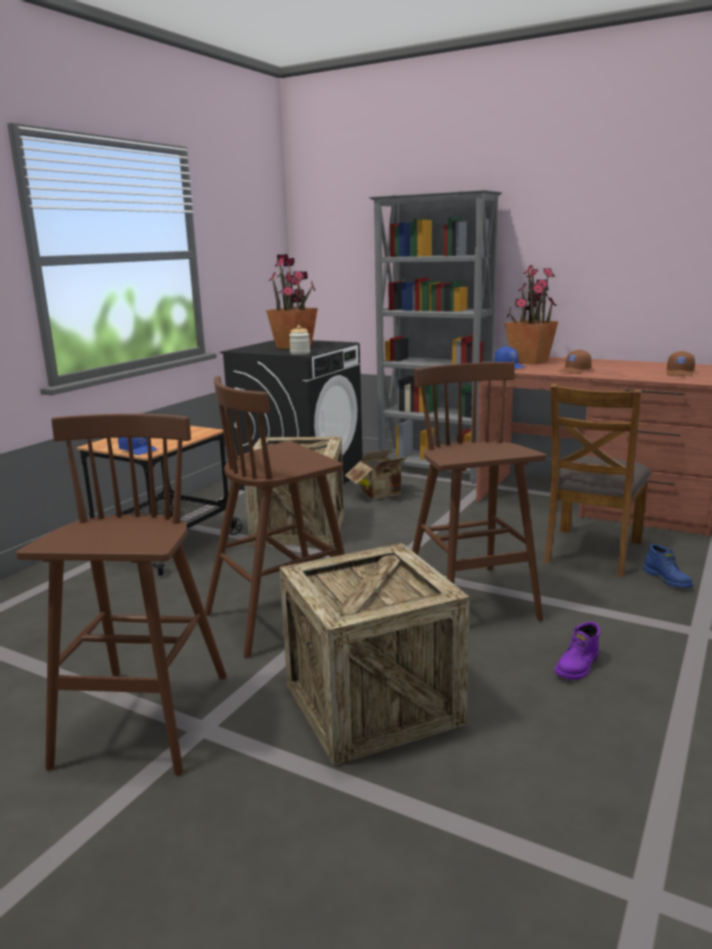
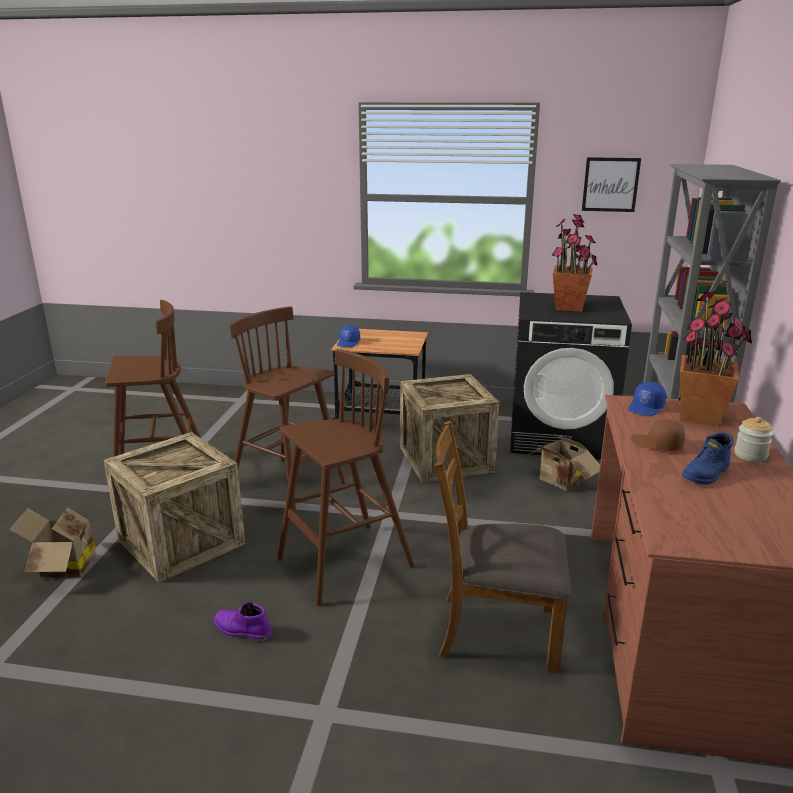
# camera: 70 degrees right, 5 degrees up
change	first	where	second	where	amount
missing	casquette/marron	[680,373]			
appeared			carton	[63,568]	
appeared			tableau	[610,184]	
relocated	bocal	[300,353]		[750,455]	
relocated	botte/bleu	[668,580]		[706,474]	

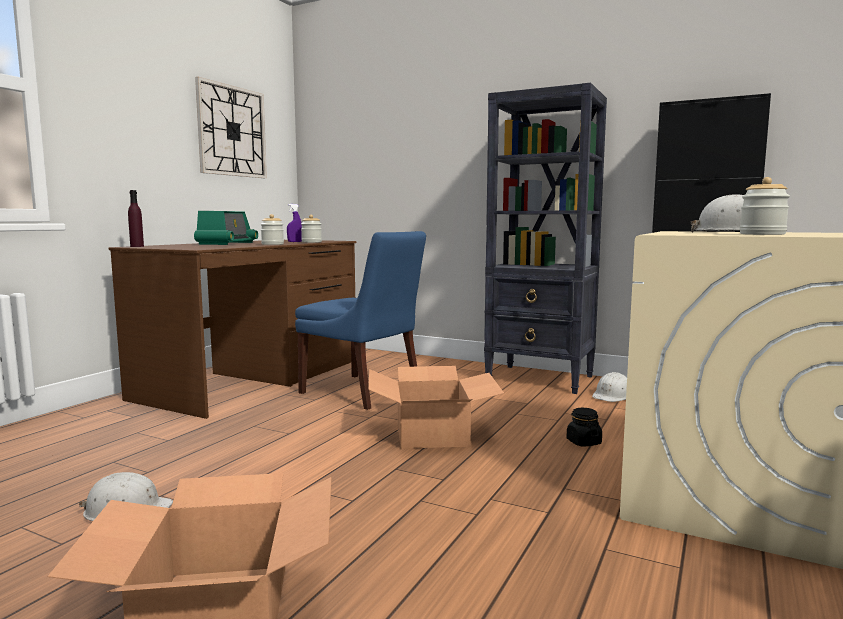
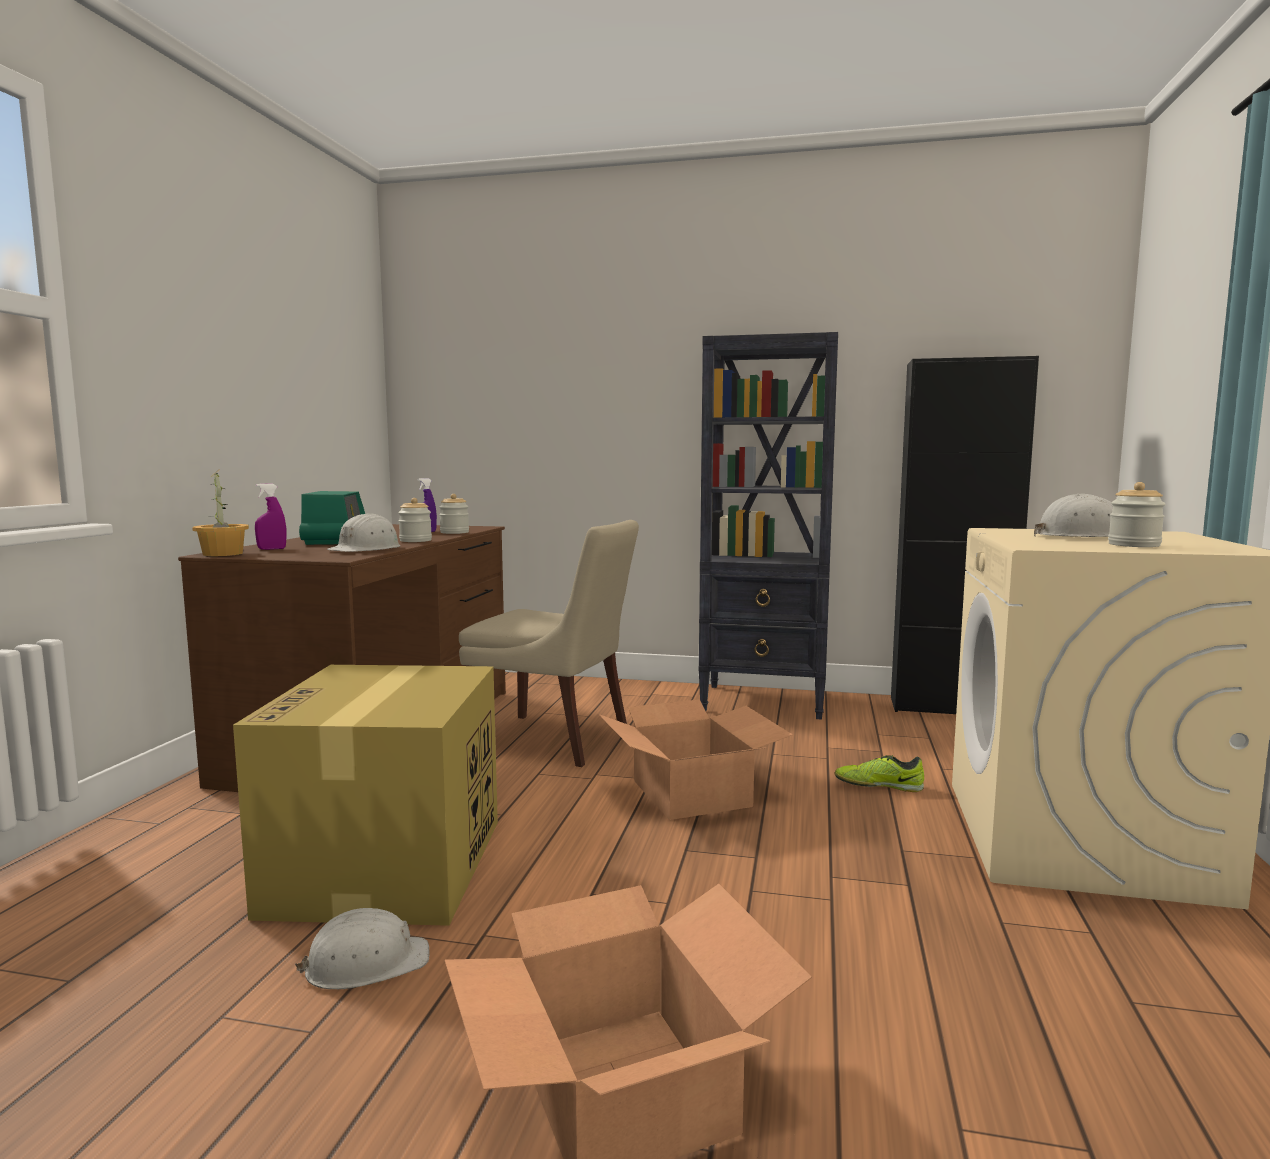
# camera: 15 degrees left, 0 degrees up
change	first	where	second	where	amount
missing	horloge murale	[232,131]			
appeared			carton	[387,867]	
appeared			vaporisateur/violet	[272,549]	
relocated	casque de chantier/blanc	[612,395]		[366,549]	
exchanged	bouteille/violet	[137,246]	plante en pot	[223,554]	
exchanged	bocal/noir	[583,442]	chaussure	[878,786]	
colour	chaise/bleu	[364,392]	chaise/beige	[554,741]	

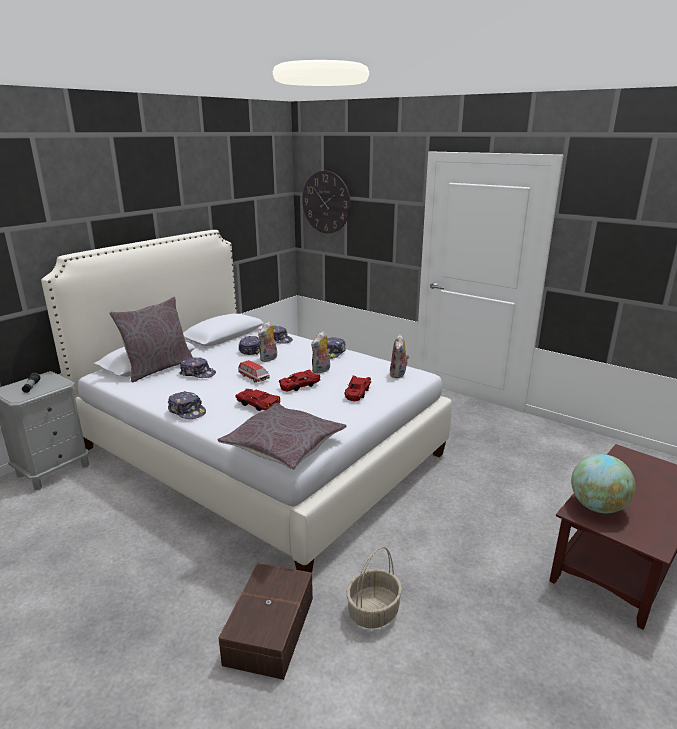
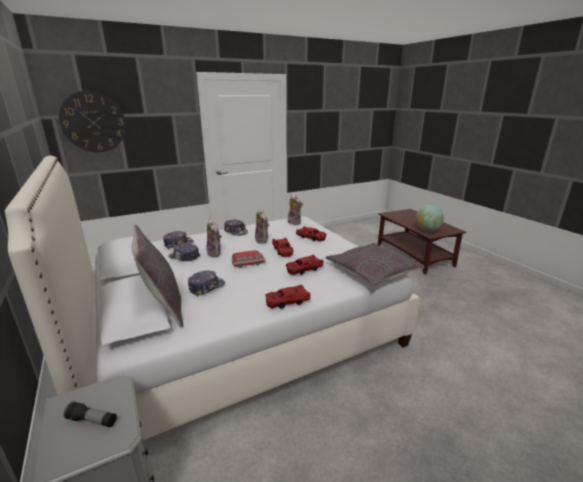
# camera: 65 degrees left, 0 degrees up
change	first	where	second	where	amount
missing	boîte de rangement/marron	[268,630]			
missing	panier	[373,612]			
exchanged	casquette	[187,411]	petite voiture/rouge	[287,301]	

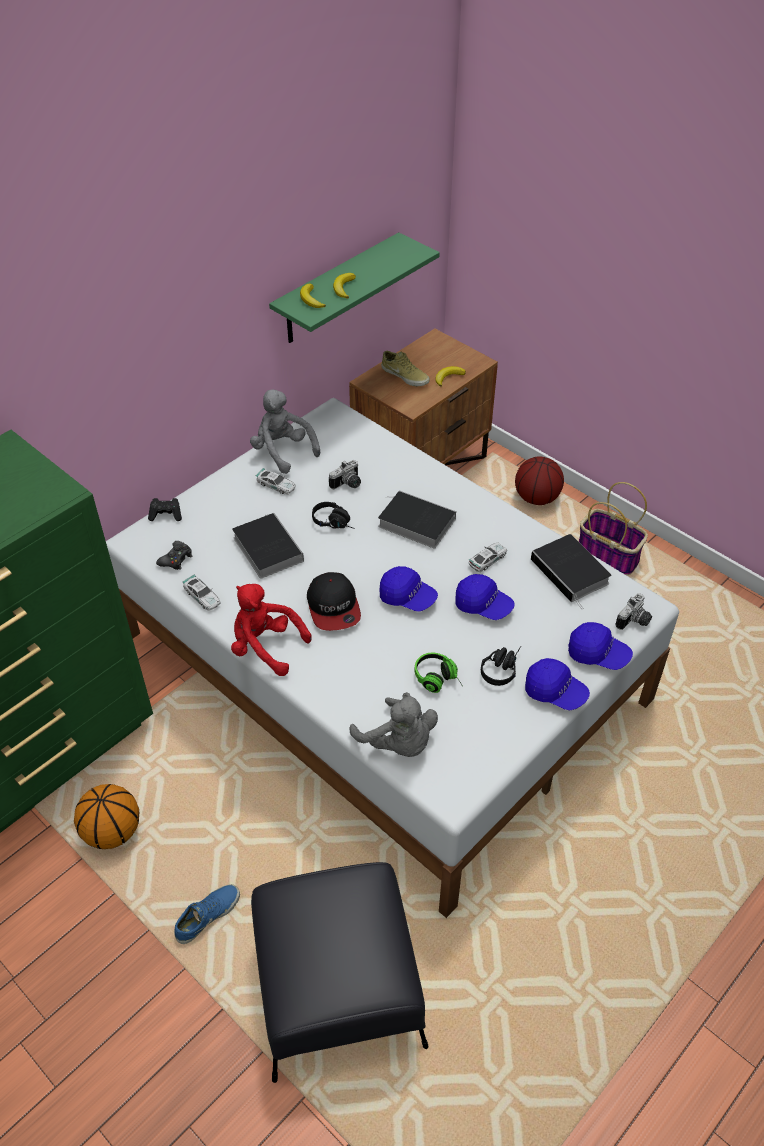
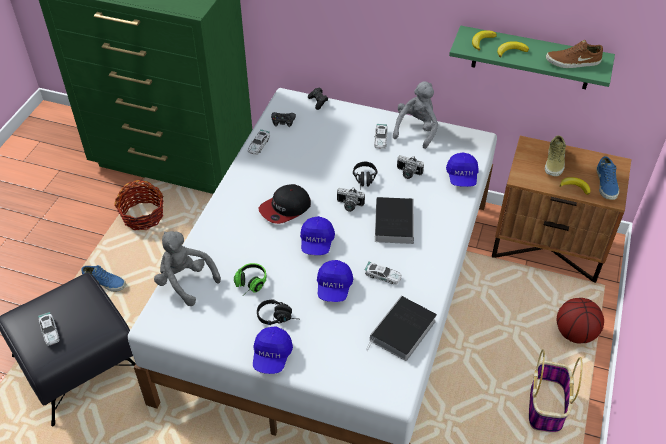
# camera: 65 degrees right, 0 degrees up
change	first	where	second	where	amount
missing	peluche/rouge	[265,647]			
missing	livre	[266,548]			
appeared			petite voiture	[50,331]	
appeared			chaussure/marron	[573,62]	
appeared			chaussure/bleu	[607,184]	
relocated	casquette/bleu	[598,654]		[462,177]	
relocated	appareil photo	[634,621]		[349,206]	
exchanged	ballon de basket	[112,831]	panier	[143,216]	
spun	peluche/gris	[398,743]		[185,281]	105 degrees clockwise

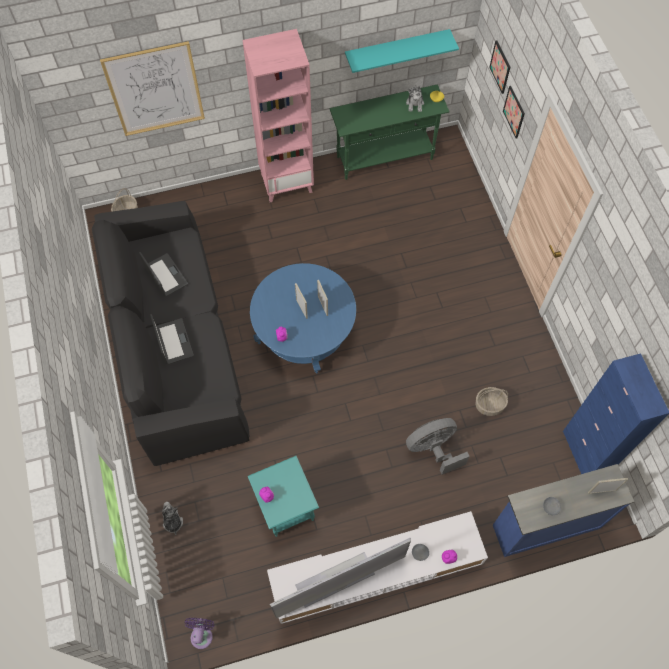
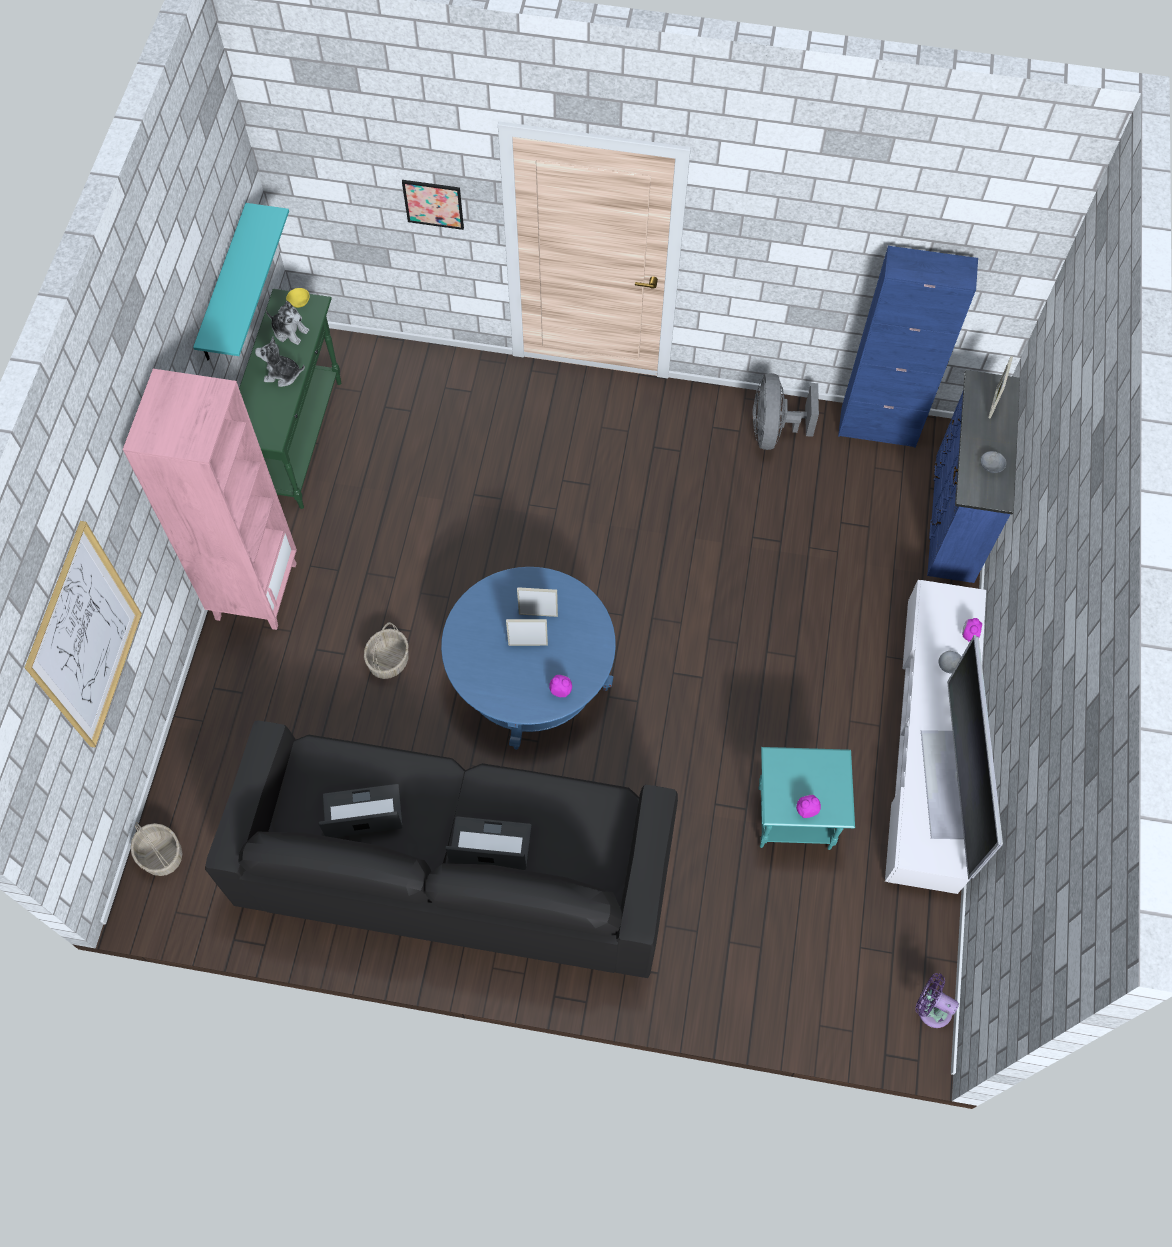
# camera: 65 degrees left, 0 degrees up
change	first	where	second	where	amount
missing	tableau	[500,67]			
relocated	peluche	[172,521]		[282,375]	
relocated	ventilateur/gris	[433,449]		[774,431]	
relocated	panier	[489,405]		[389,661]	

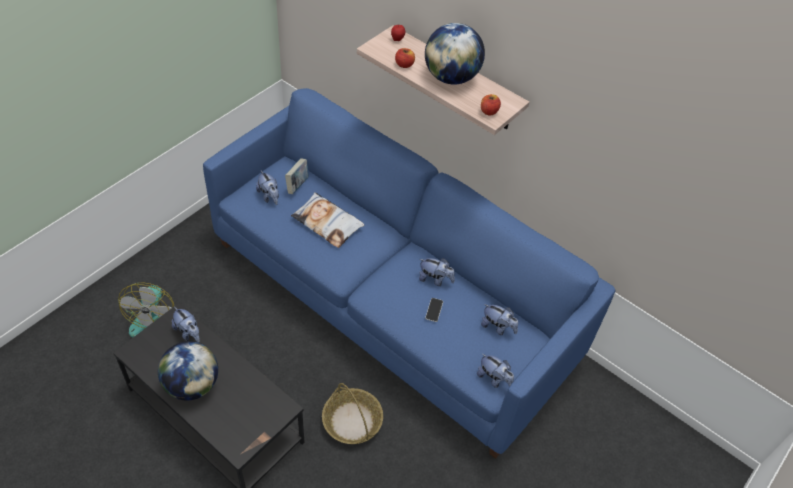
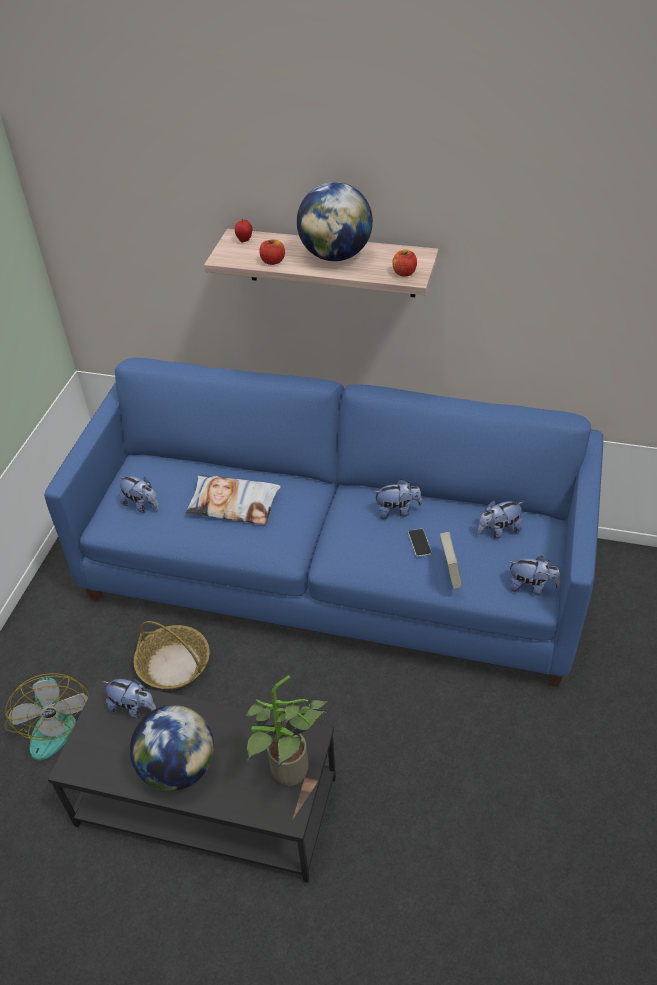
# camera: 20 degrees left, 5 degrees down
change	first	where	second	where	amount
appeared			plante en pot	[288,775]	
relocated	livre	[297,185]		[449,573]	
relocated	panier	[352,421]		[174,665]	
spun	peluche	[497,327]		[498,531]	150 degrees clockwise

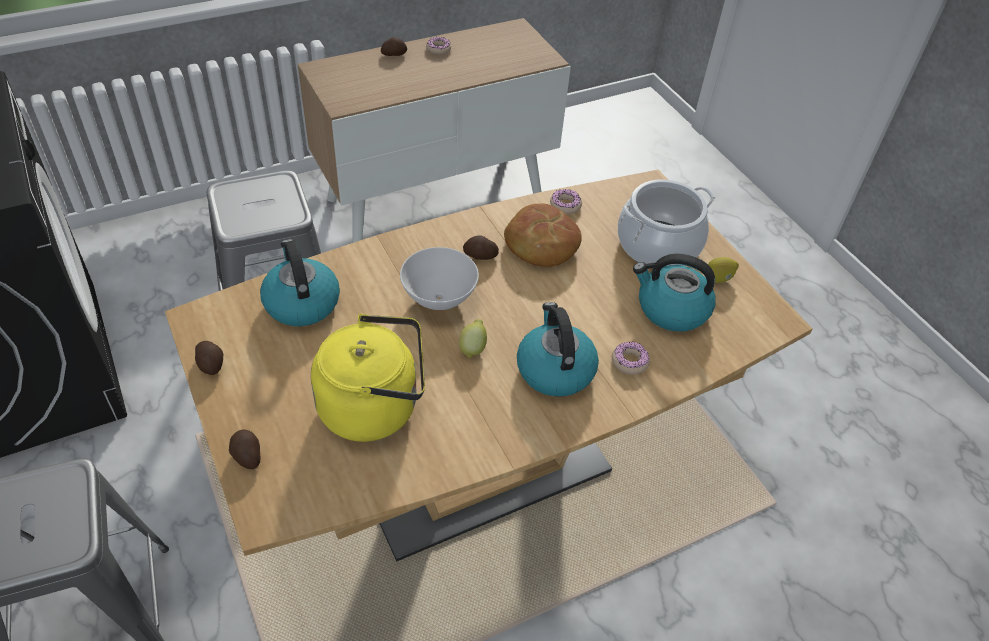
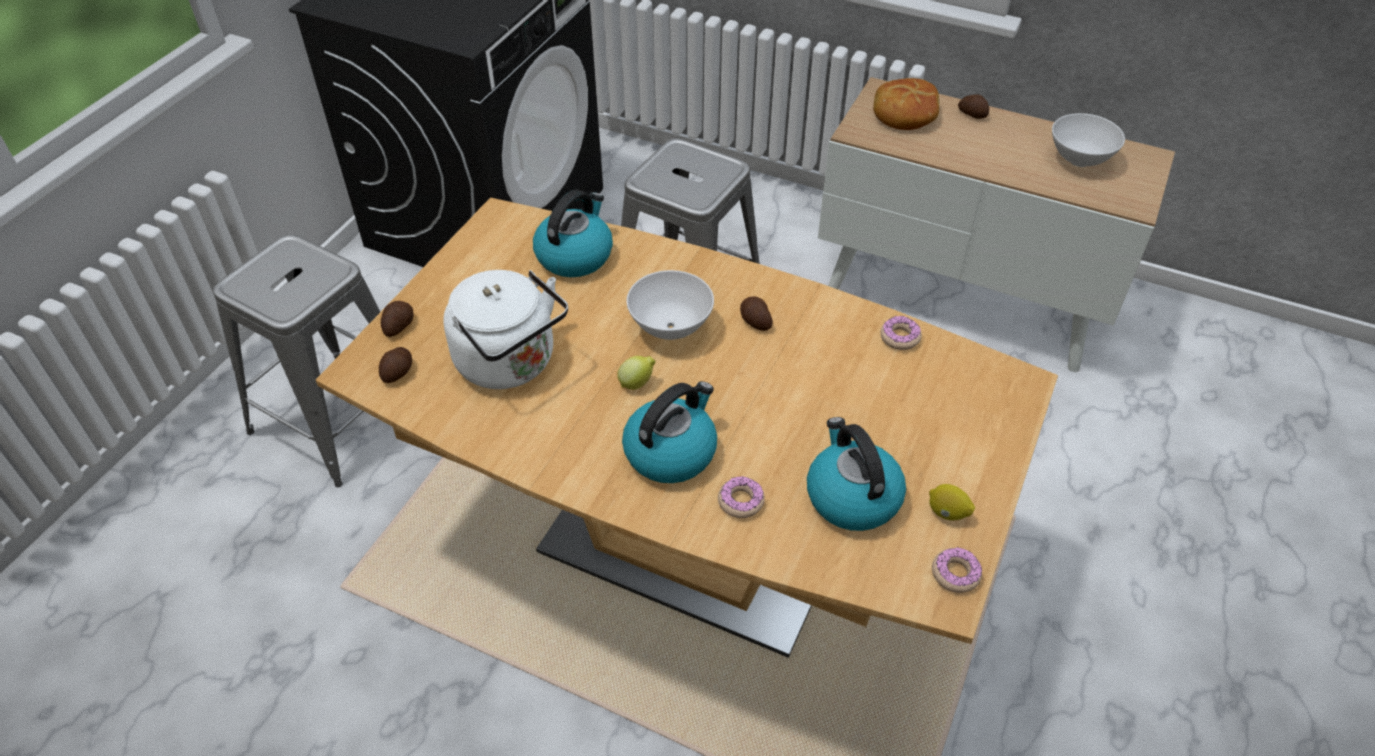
# camera: 55 degrees right, 0 degrees up
change	first	where	second	where	amount
missing	marmite	[658,246]			
appeared			bol/blanc	[1080,160]	
relocated	pomme de terre	[211,364]		[398,372]	
relocated	beignet	[438,49]		[955,574]	
relocated	pain	[540,245]		[904,114]	
colour	bouilloire/jaune	[375,407]	bouilloire/blanc	[511,363]	

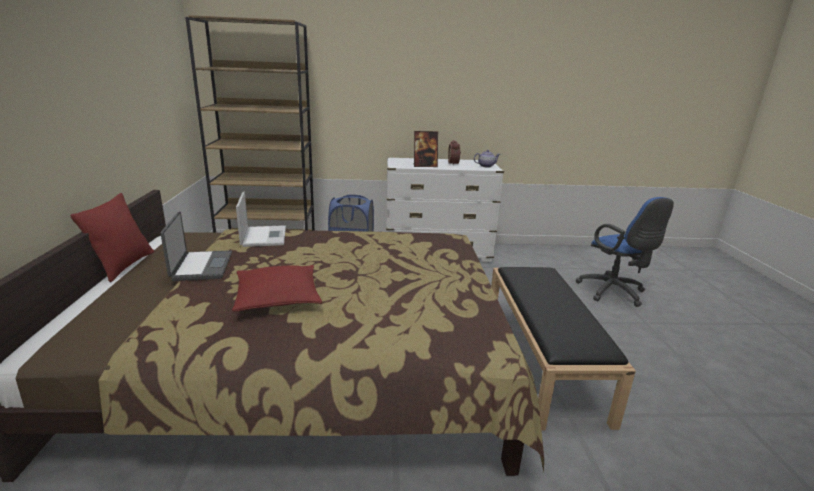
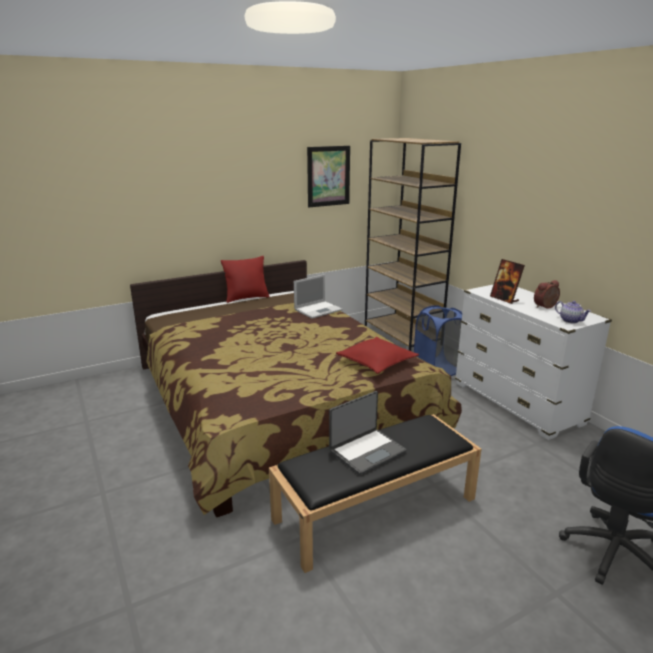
# camera: 65 degrees right, 0 degrees up
change	first	where	second	where	amount
appeared			tableau	[328,176]	
relocated	ordinateur portable	[201,266]		[366,451]	
relocated	coussin/rouge	[277,297]		[376,362]	

